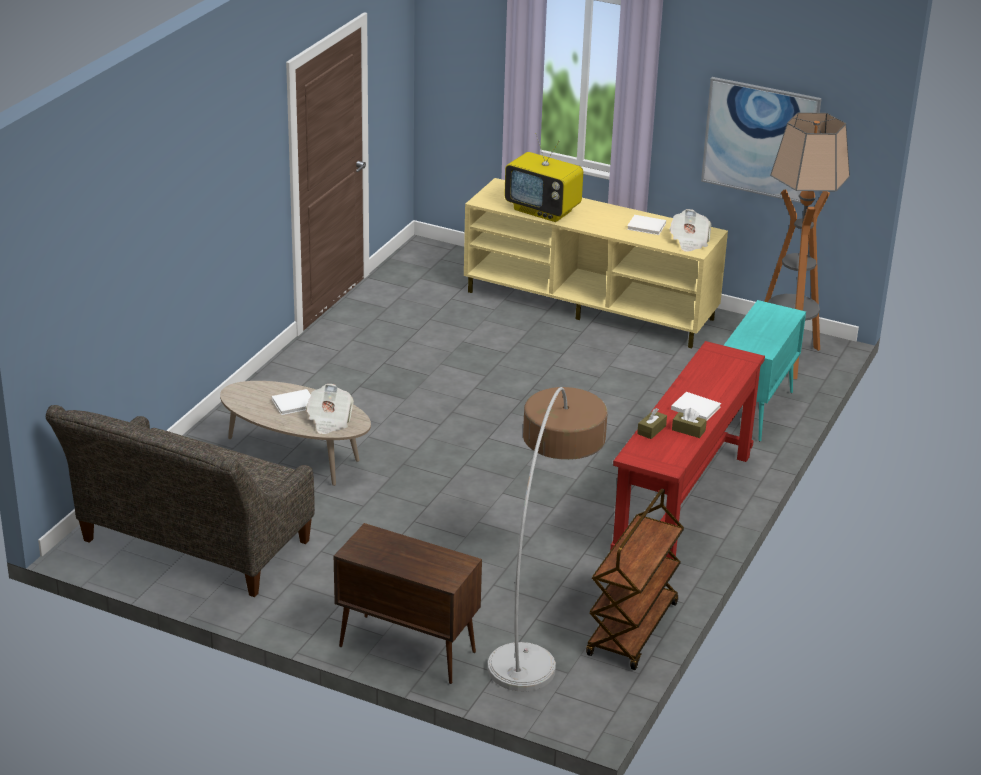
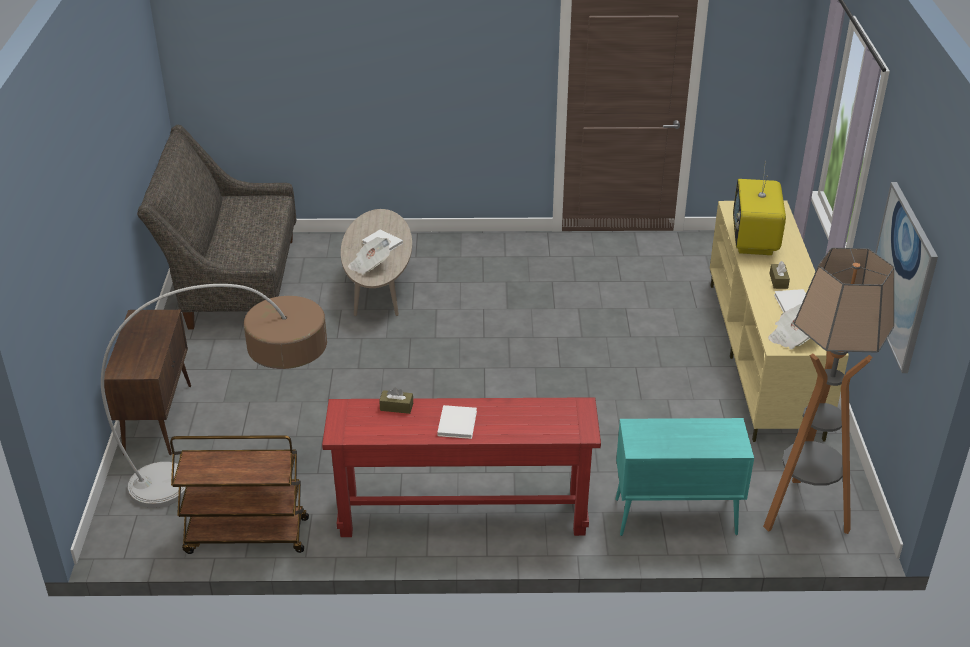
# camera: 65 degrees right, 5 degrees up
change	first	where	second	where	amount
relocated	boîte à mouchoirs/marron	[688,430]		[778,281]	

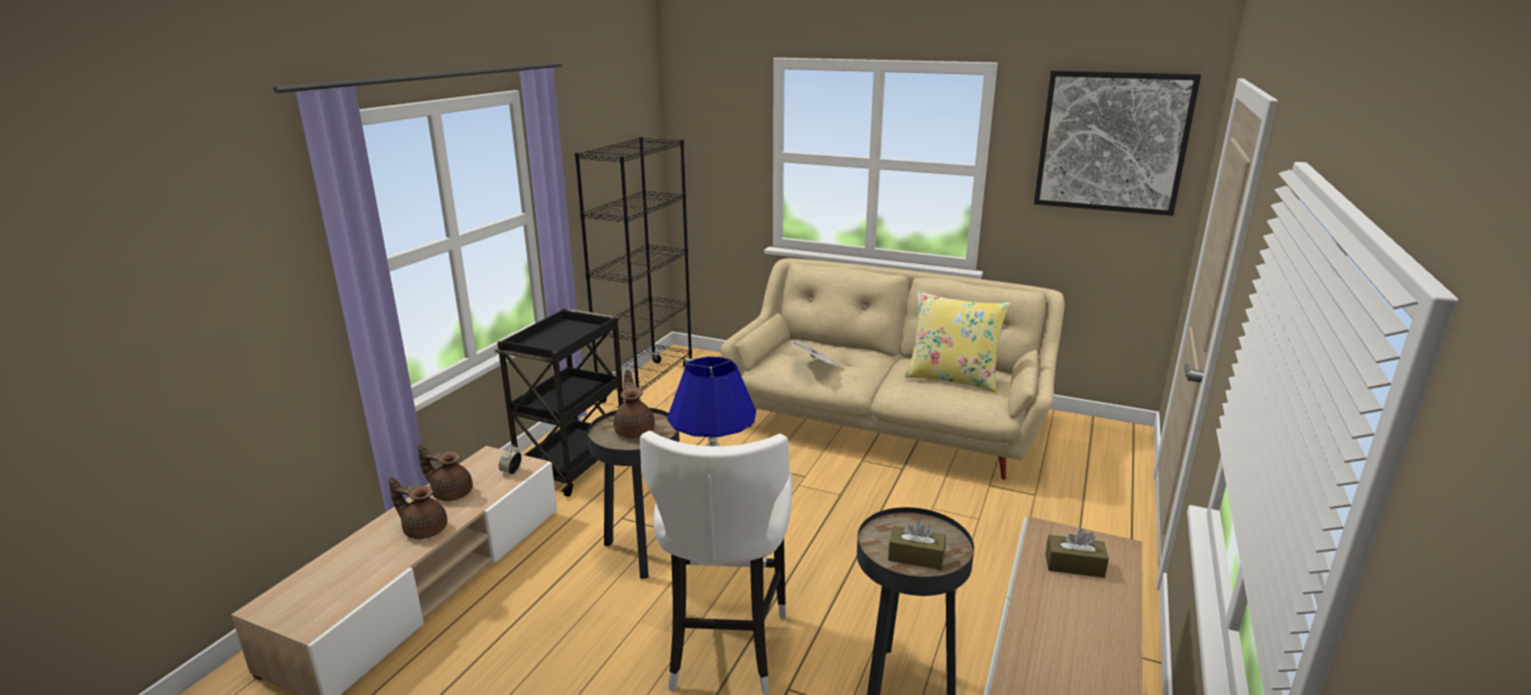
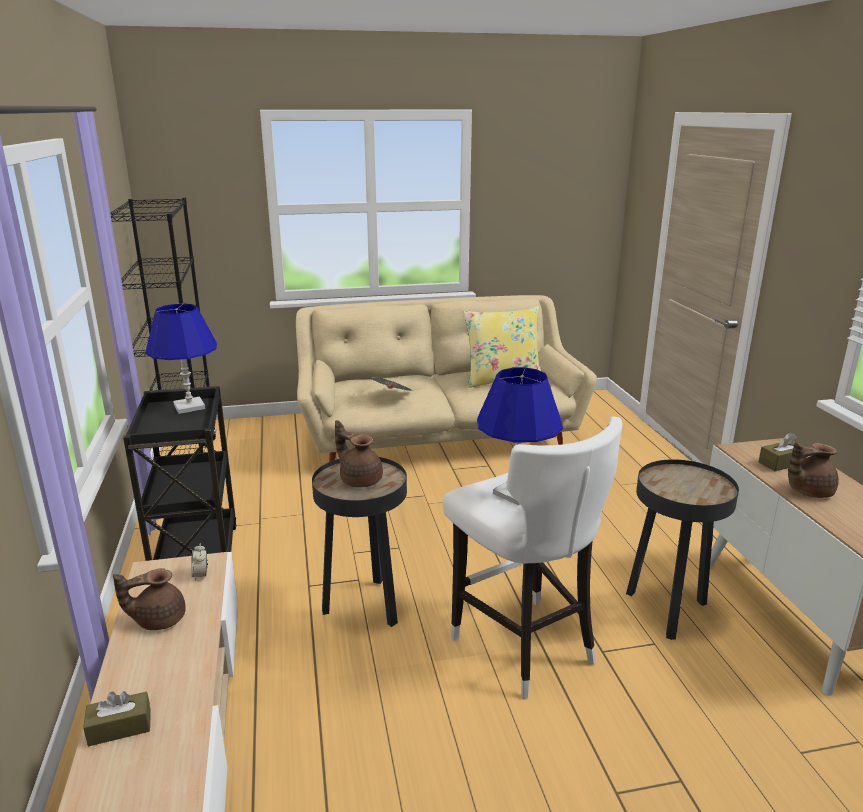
# camera: 35 degrees left, 0 degrees up
change	first	where	second	where	amount
missing	tableau	[1112,142]			
appeared			lampe de table/bleu	[189,407]	
relocated	théière/marron	[424,529]		[807,491]	
relocated	boîte à mouchoirs/marron	[916,557]		[120,727]	

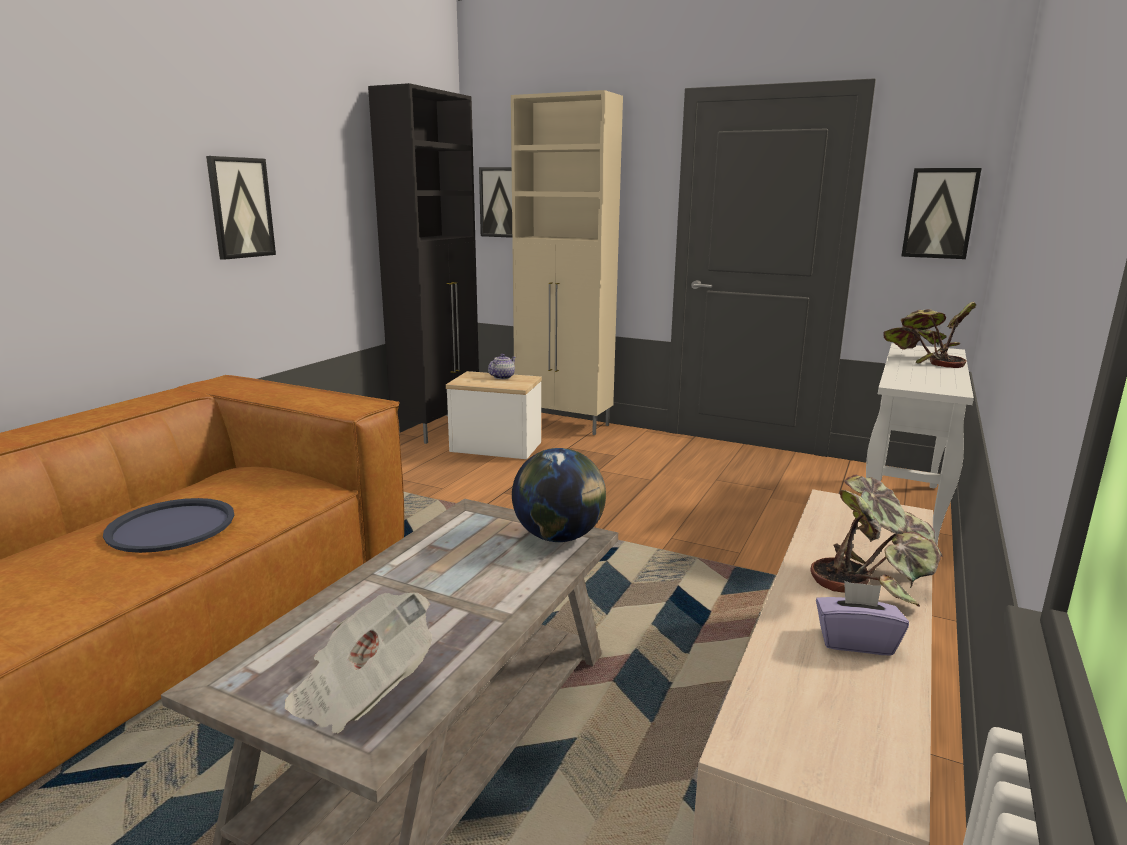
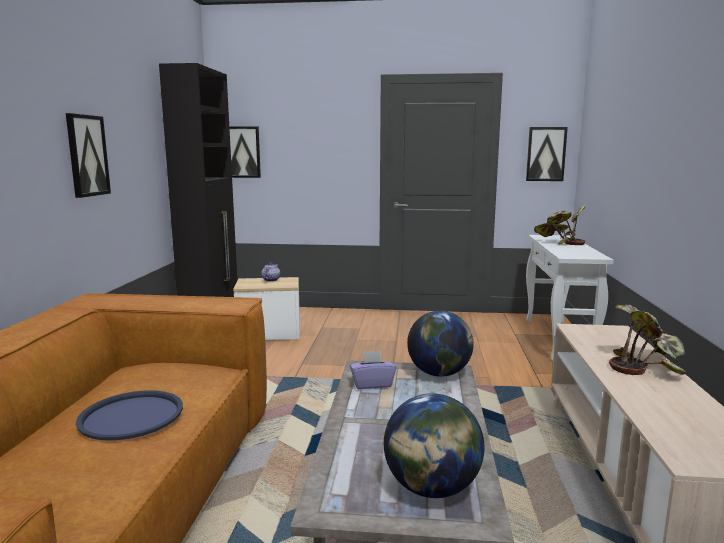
# camera: 20 degrees left, 5 degrees down
change	first	where	second	where	amount
missing	meuble de rangement/beige	[564,424]			
relocated	boîte à mouchoirs/violet	[855,641]		[372,384]	
exchanged	journal	[362,691]	globe	[431,488]	

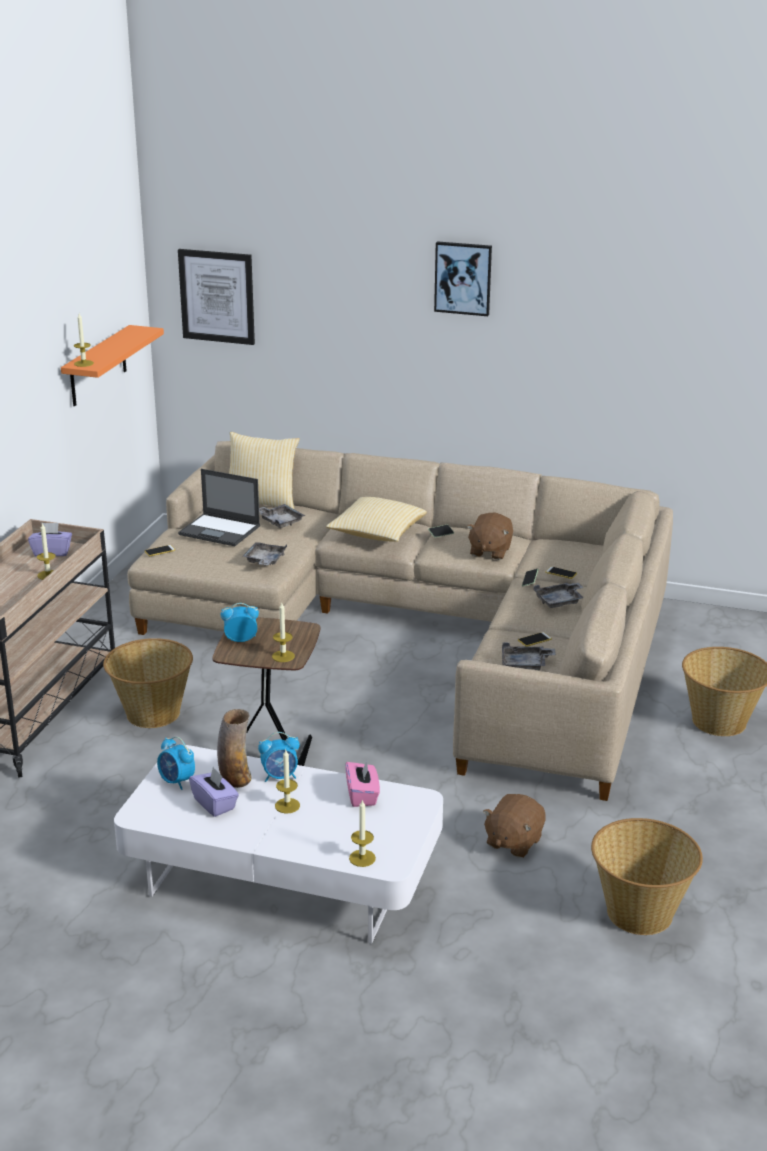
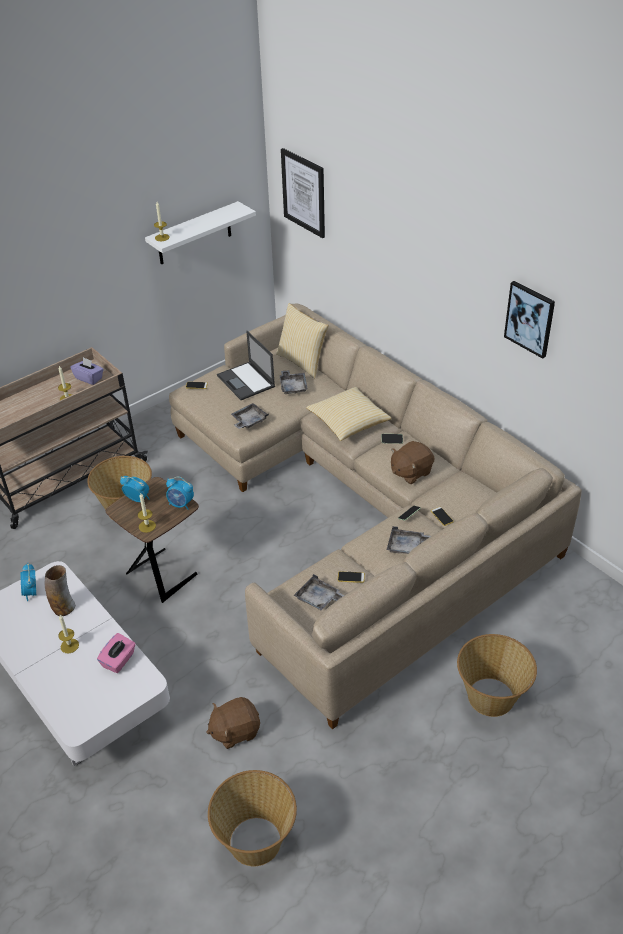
# camera: 35 degrees right, 15 degrees up
change	first	where	second	where	amount
missing	boîte à mouchoirs/violet	[215,804]			
missing	bougie	[362,858]			
relocated	réveil	[280,776]		[181,504]	
relocated	tableau	[463,278]		[530,318]	
colour	étagère/orange	[98,366]	étagère/blanc	[194,234]	

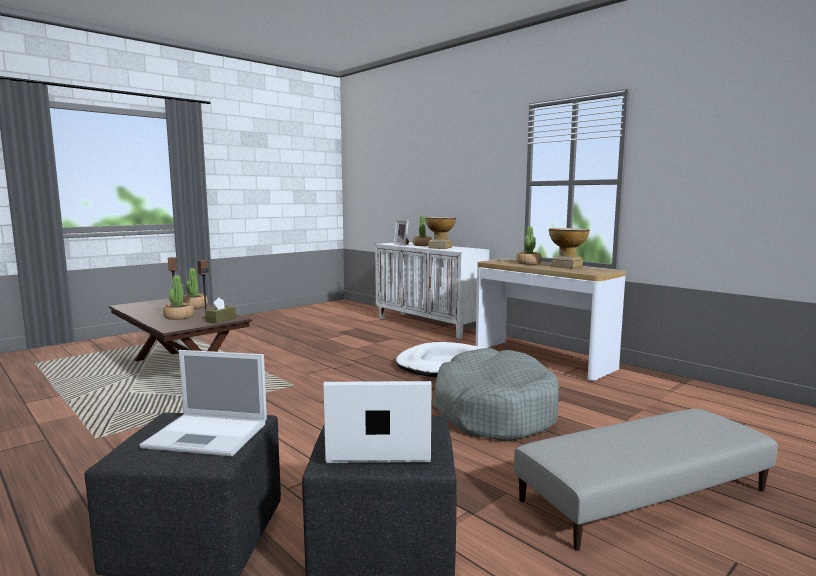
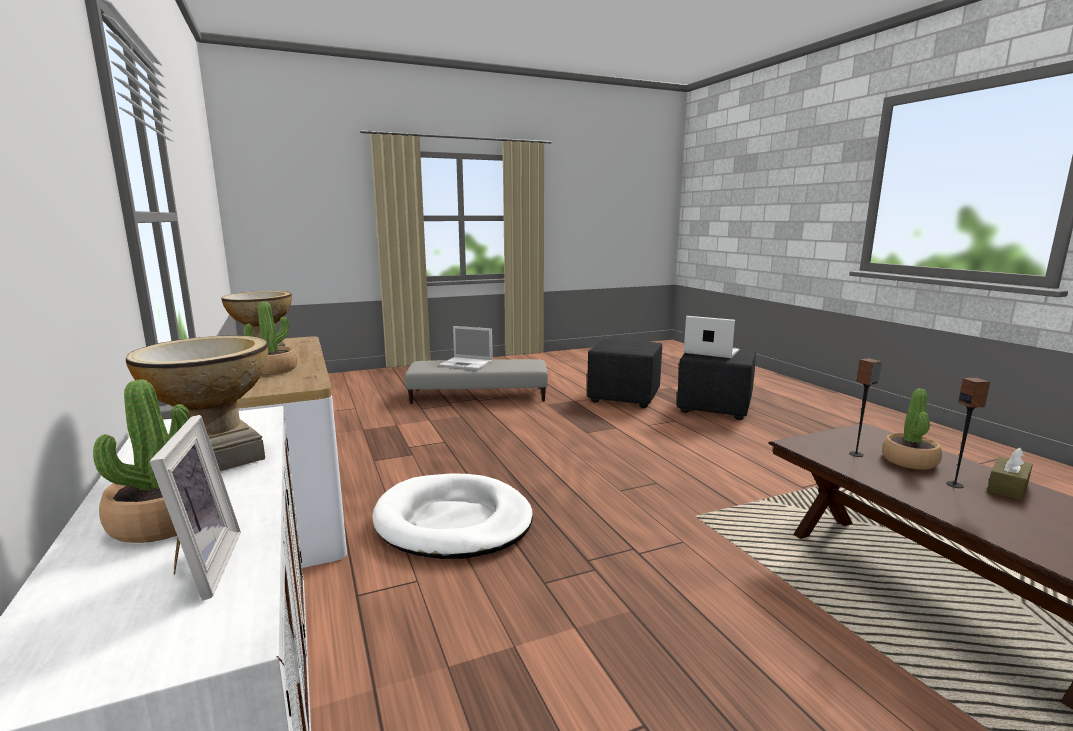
# camera: 160 degrees left, 5 degrees up
change	first	where	second	where	amount
missing	plante en pot	[194,306]			
missing	panier pour chien/gris	[494,411]			
relocated	boîte à mouchoirs/marron	[221,320]		[1007,487]	
relocated	ordinateur portable	[377,446]		[467,364]	

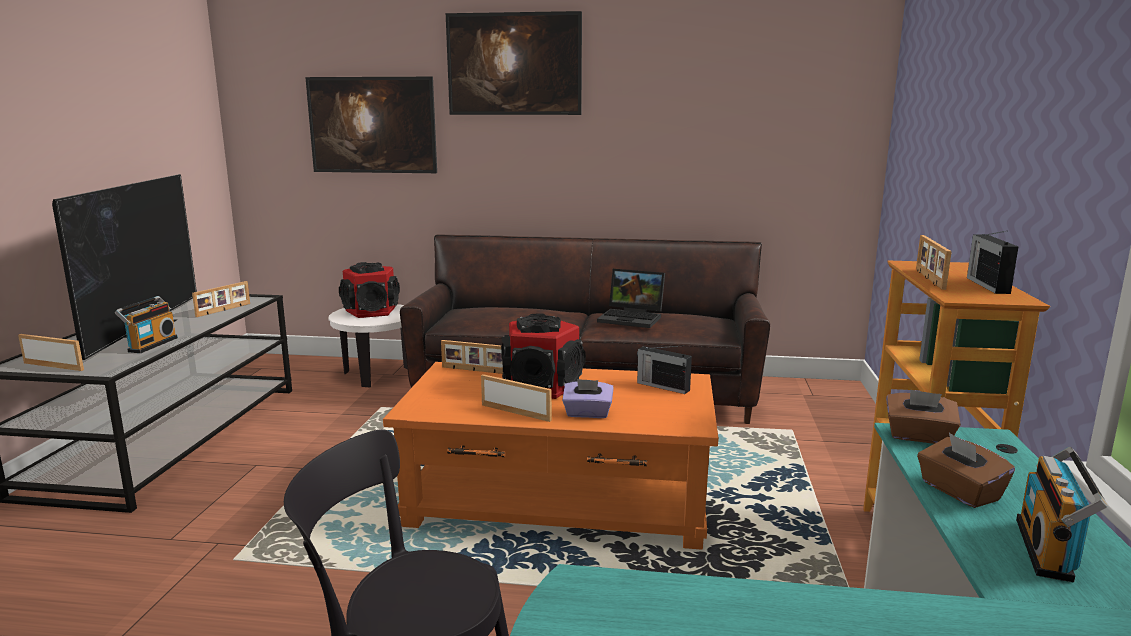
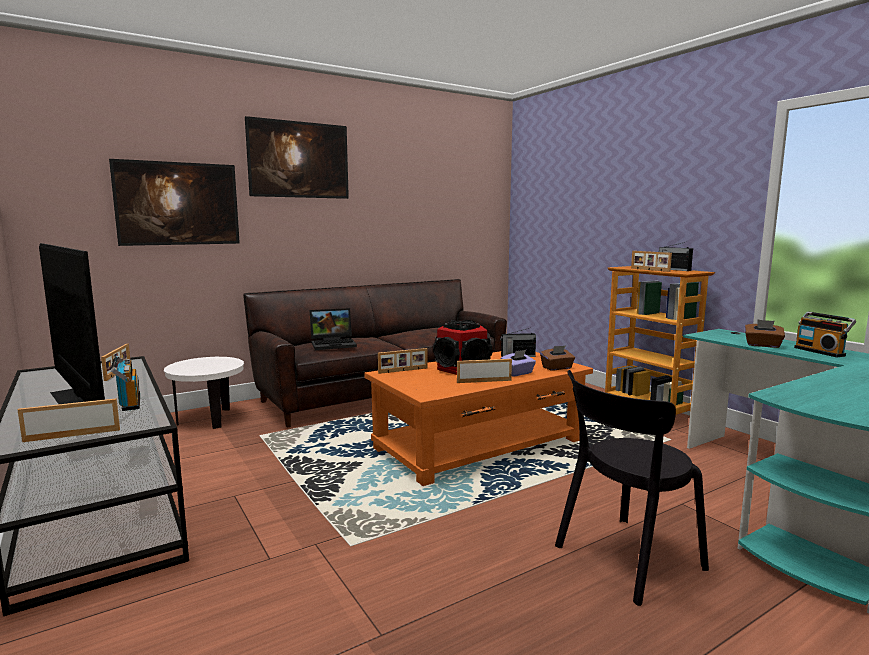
# camera: 40 degrees left, 5 degrees down
change	first	where	second	where	amount
missing	enceinte	[372,311]			
relocated	ordinateur portable	[633,318]		[334,344]	
relocated	boîte à mouchoirs/marron	[919,436]		[557,368]	

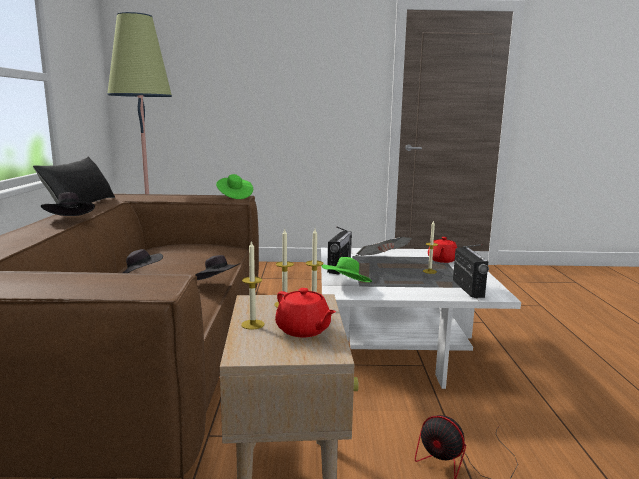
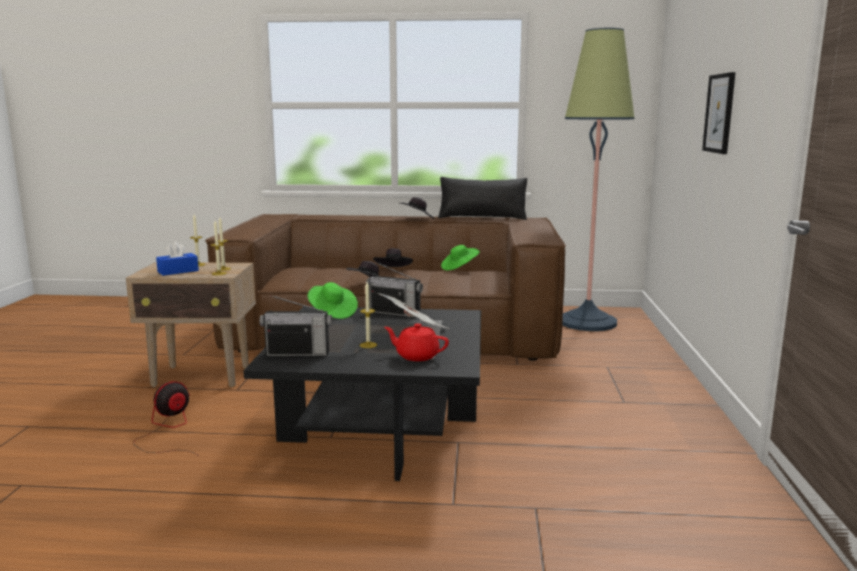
# camera: 95 degrees right, 0 degrees up
change	first	where	second	where	amount
appeared			tableau	[719,113]	
relocated	chapeau/vert	[234,196]		[459,268]	
exchanged	théière/rouge	[303,330]	boîte à mouchoirs/bleu	[178,271]	
colour	table basse/blanc	[400,347]	table basse/noir	[379,430]	

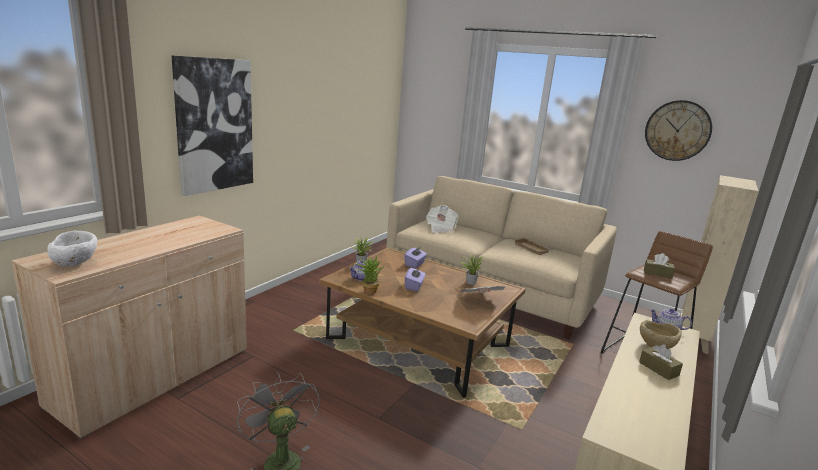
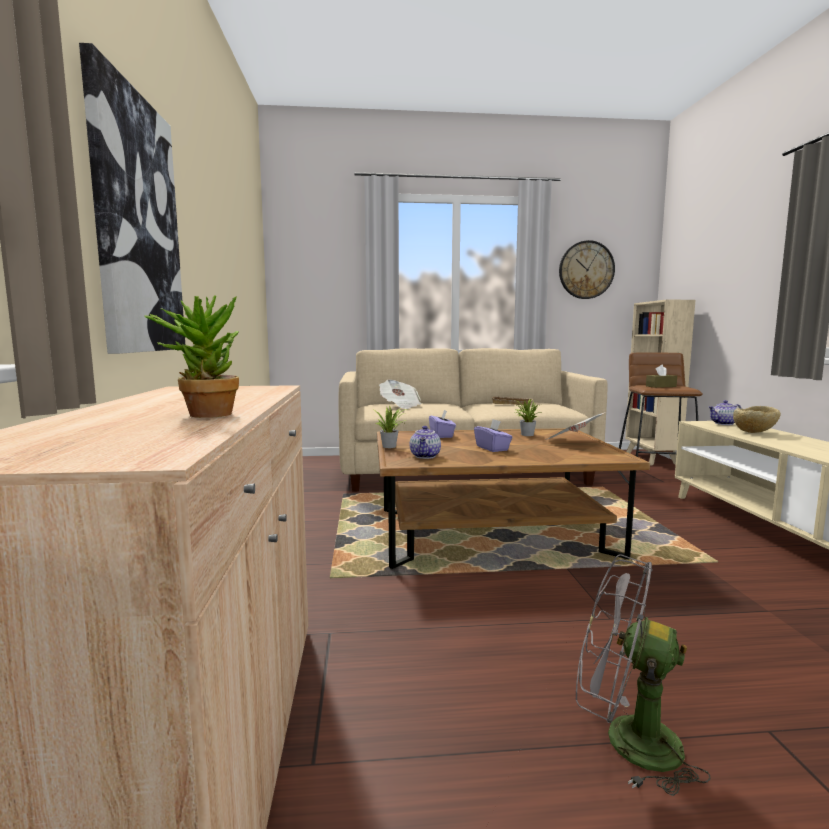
# camera: 35 degrees left, 10 degrees down
change	first	where	second	where	amount
missing	bol/blanc	[75,264]			
missing	boîte à mouchoirs/marron	[658,369]			
relocated	plante en pot	[368,290]		[202,414]	

